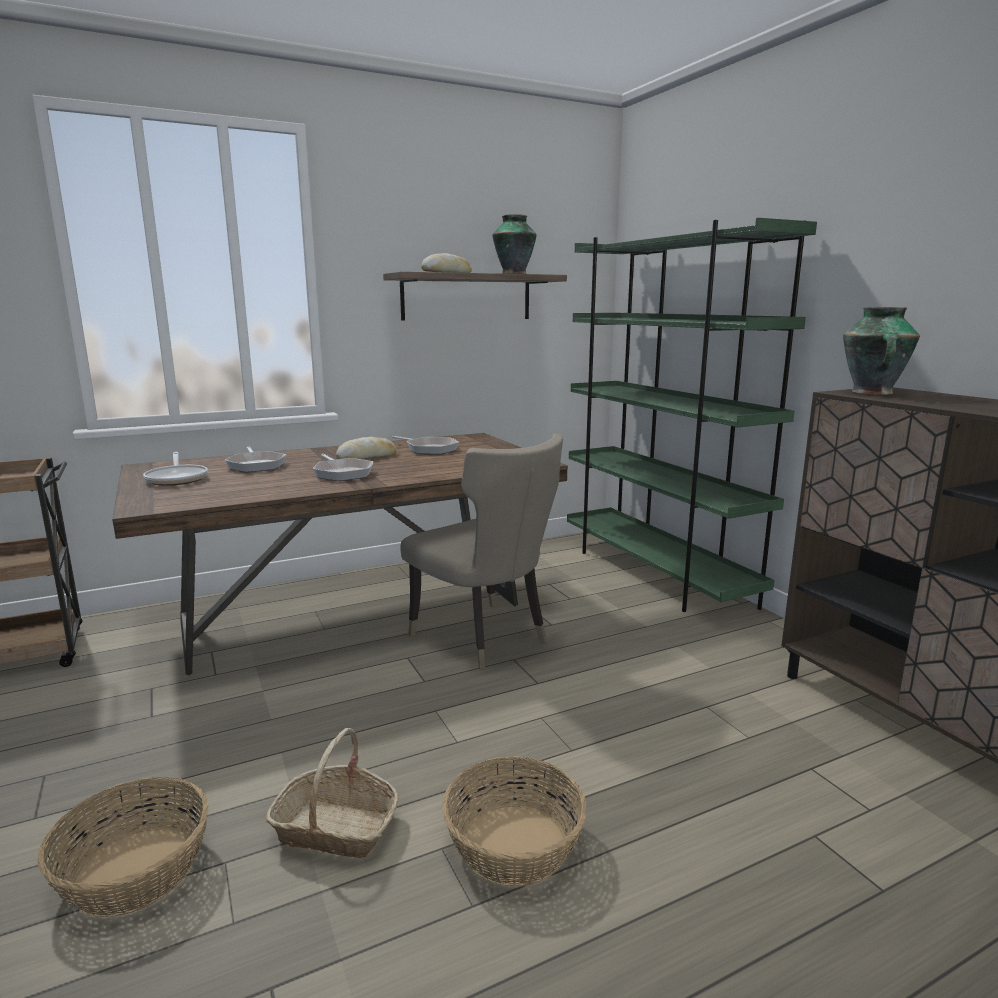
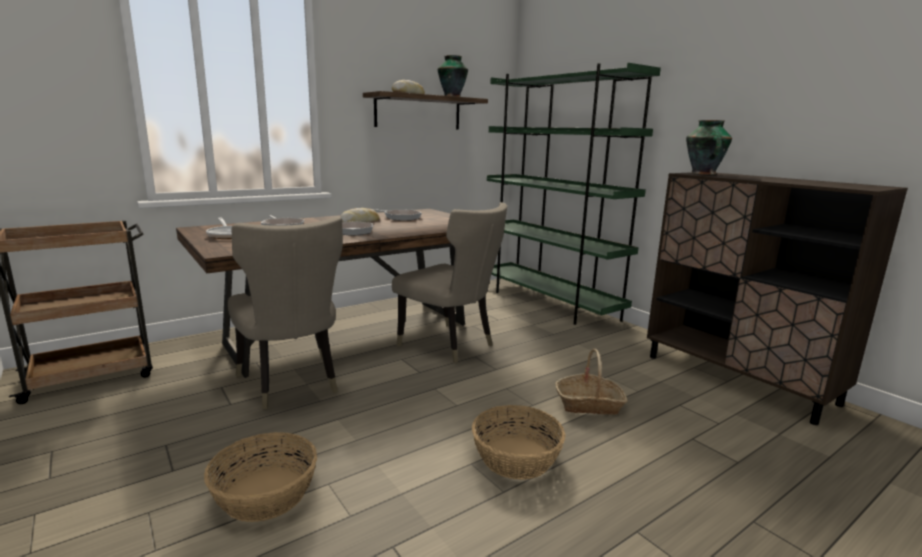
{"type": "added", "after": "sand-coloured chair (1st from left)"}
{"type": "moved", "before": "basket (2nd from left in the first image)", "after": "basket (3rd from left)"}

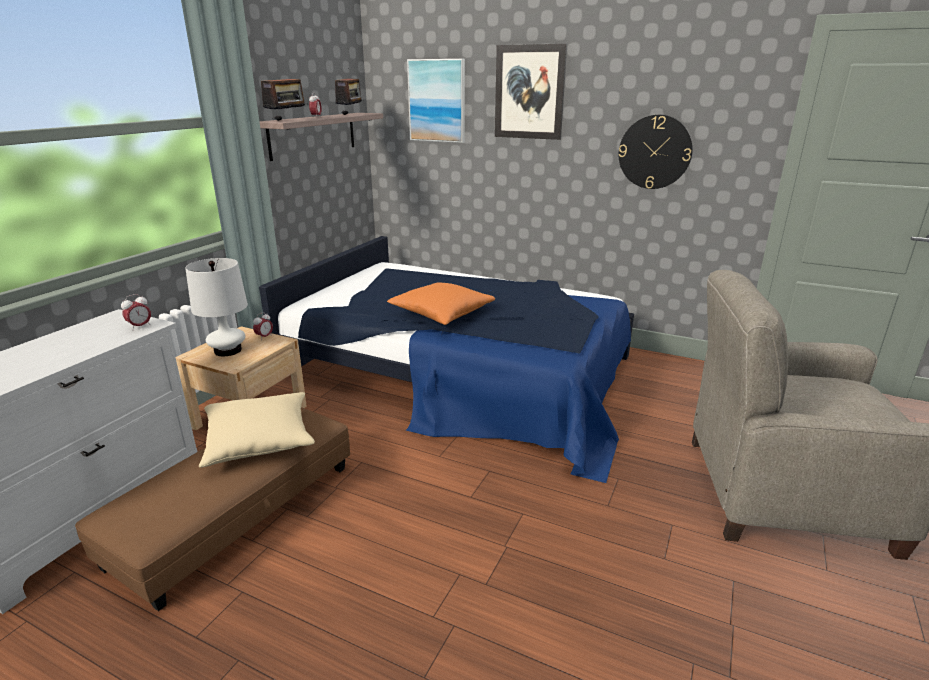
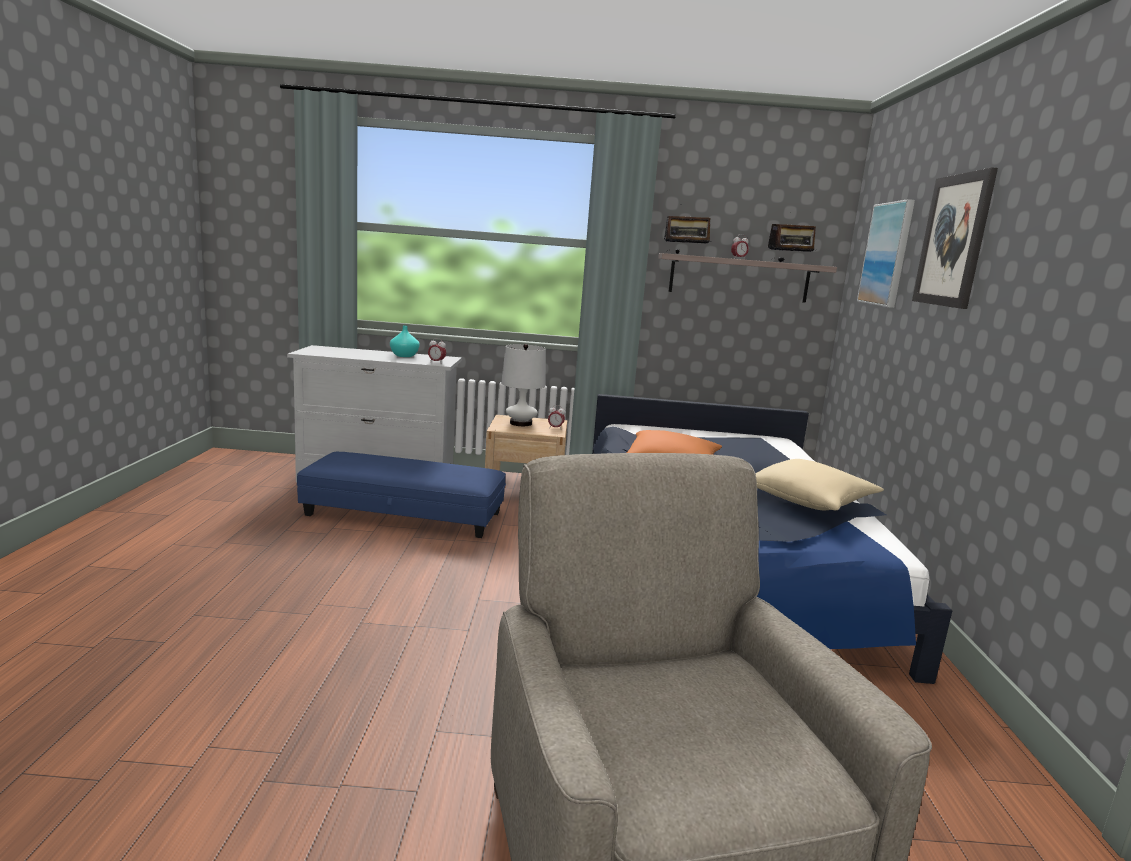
{"type": "removed", "before": "wall clock"}
{"type": "added", "after": "turquoise vase"}
{"type": "moved", "before": "sand-coloured pillow"}
{"type": "recoloured", "before": "brown-coloured ottoman", "after": "blue-coloured ottoman"}

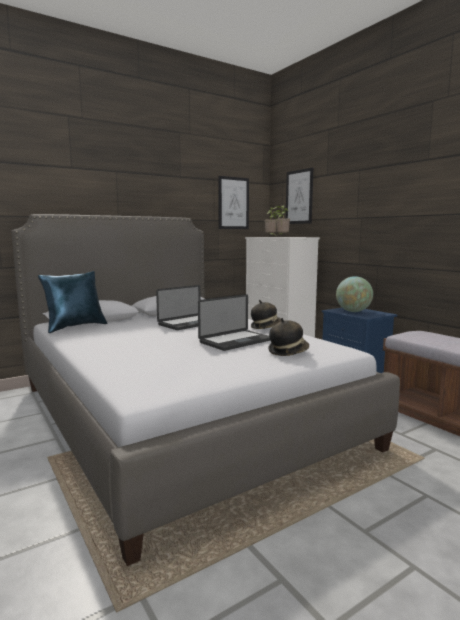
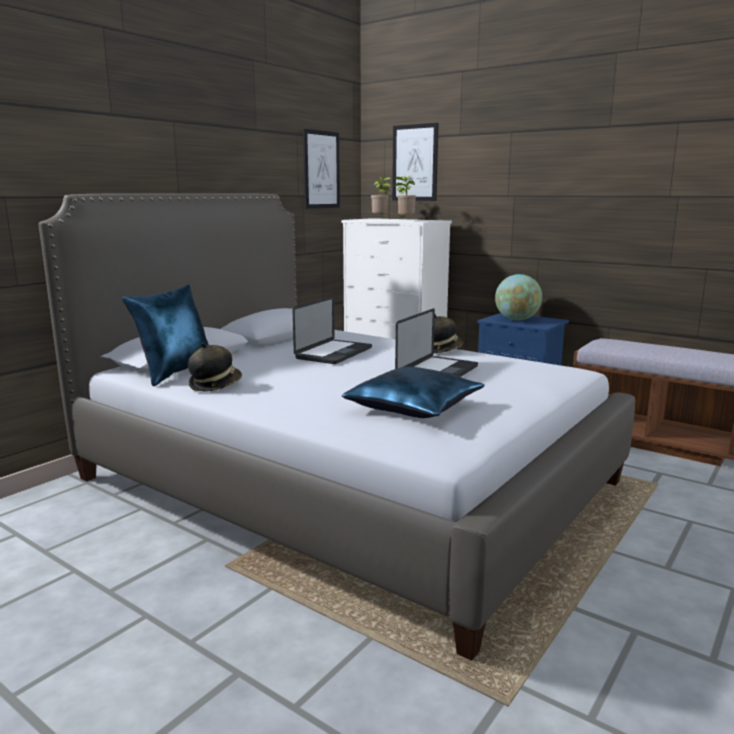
{"type": "added", "after": "blue-coloured pillow (2nd from left)"}
{"type": "moved", "before": "hat (2nd from left in the first image)", "after": "hat (1st from left)"}

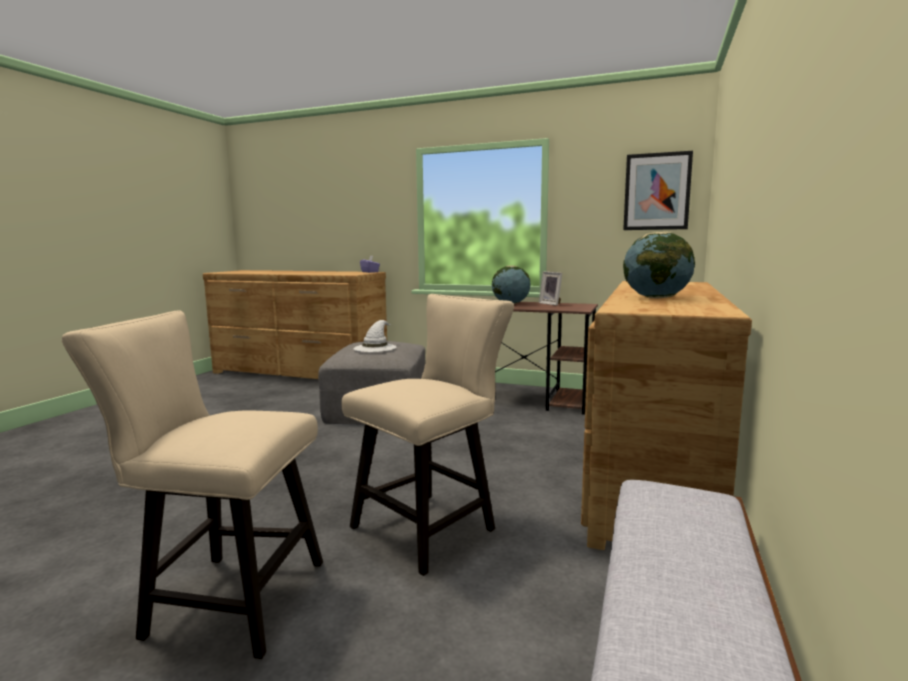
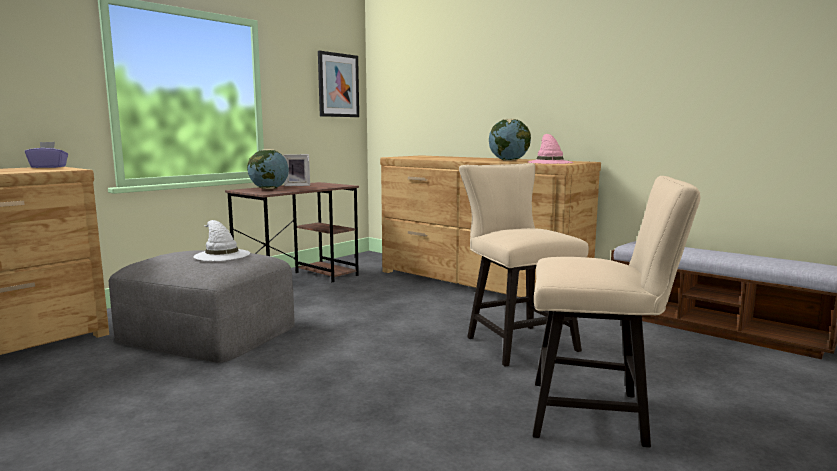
{"type": "added", "after": "pink-coloured hat"}
{"type": "turned", "before": "sand-coloured chair (1st from left in the first image)", "turn": -105}

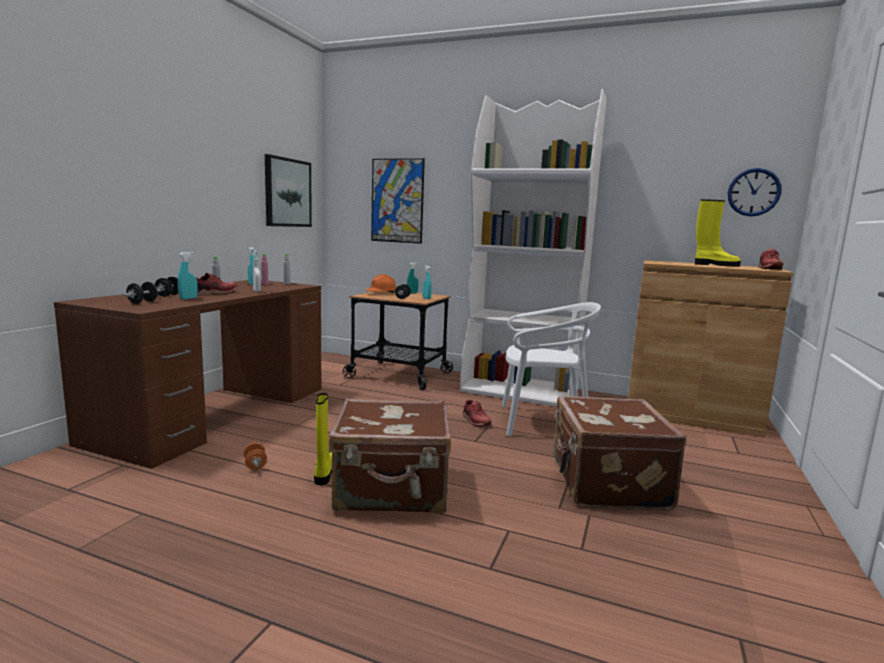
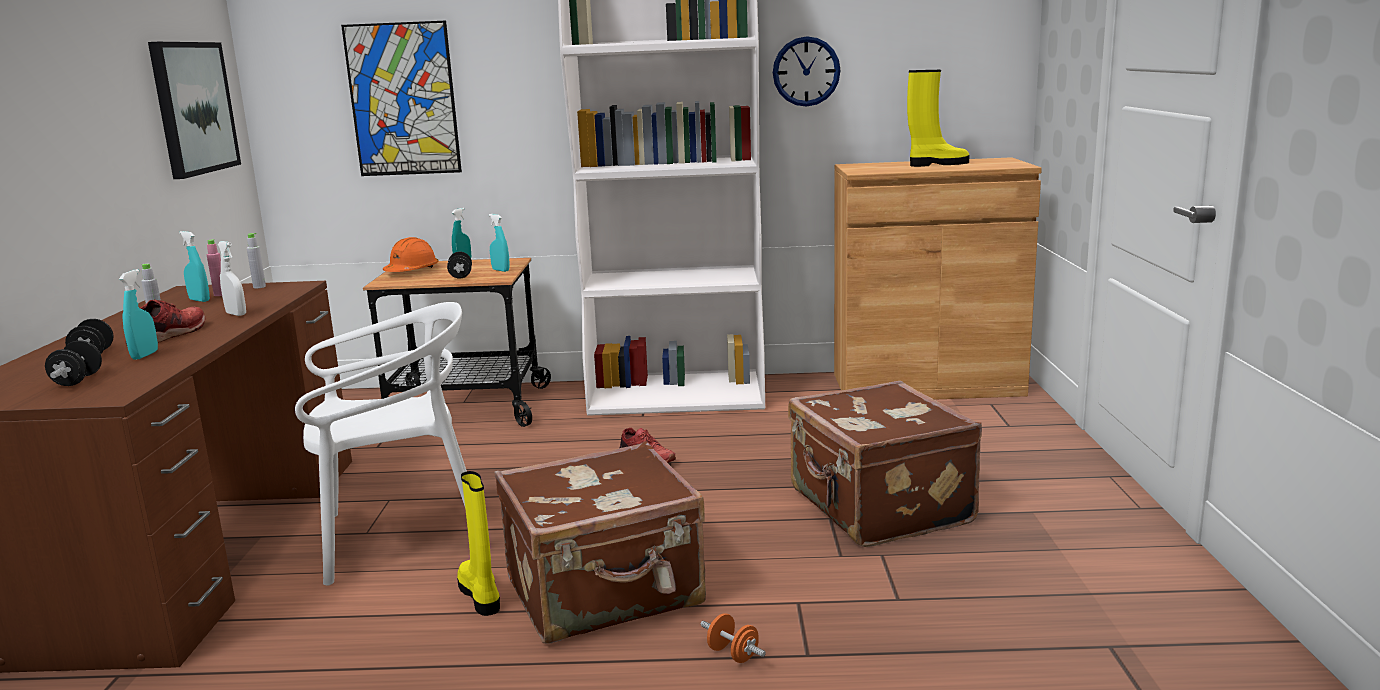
{"type": "removed", "before": "red-coloured shoe (3rd from left)"}
{"type": "moved", "before": "orangey dumbbell"}
{"type": "moved", "before": "white-coloured chair"}
{"type": "moved", "before": "wall clock"}

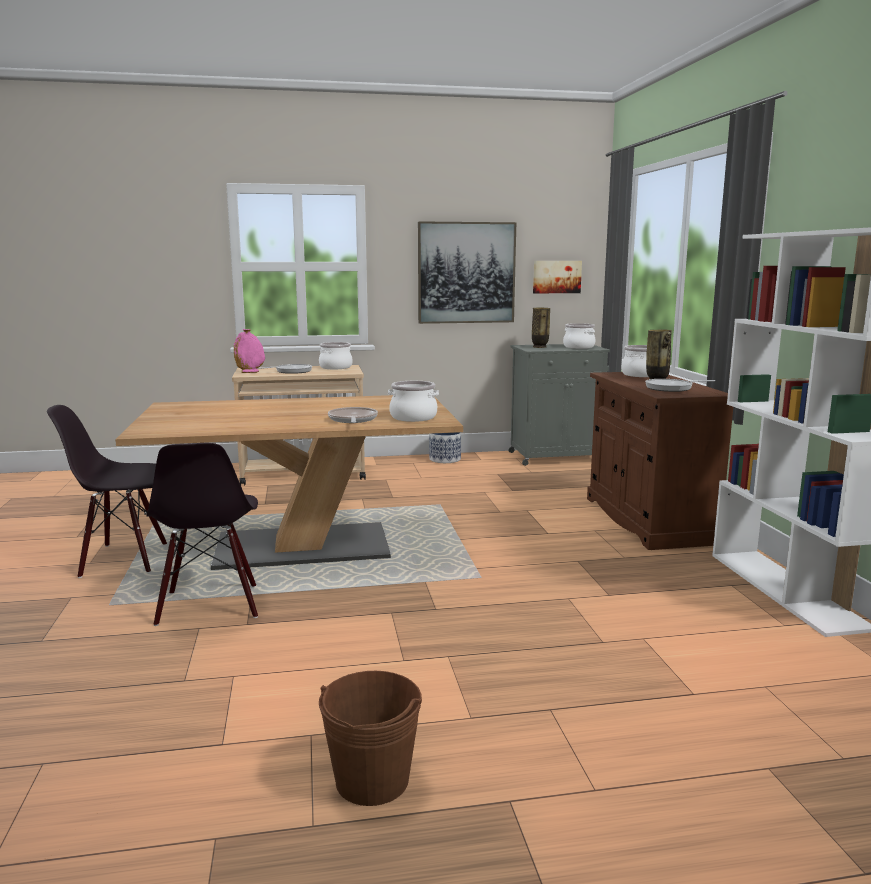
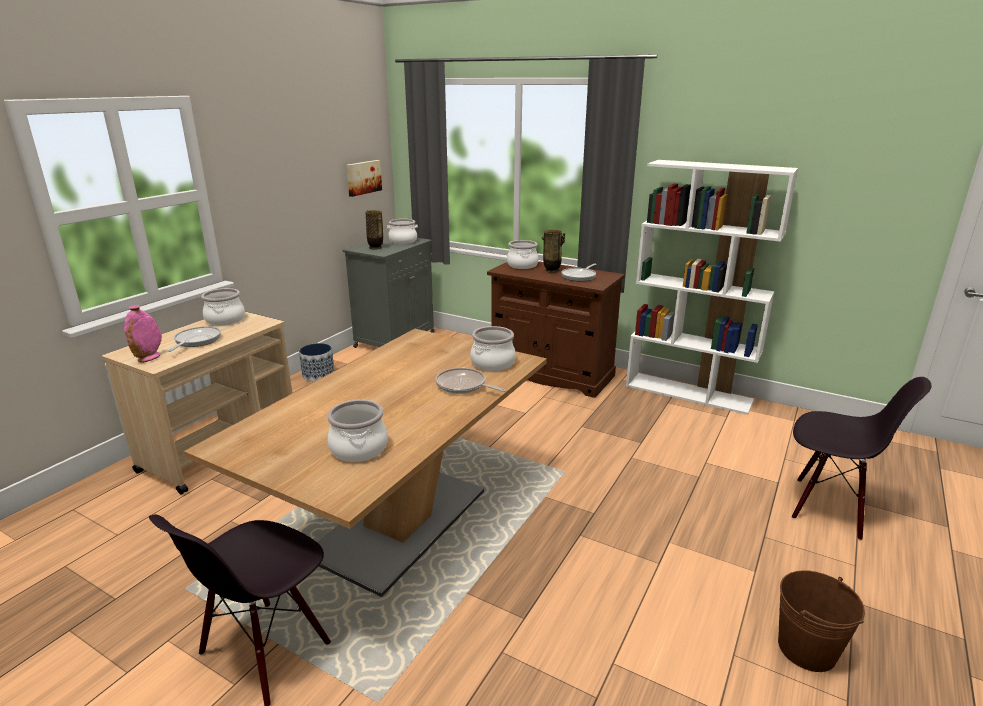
{"type": "removed", "before": "picture (1st from left)"}
{"type": "added", "after": "saucepot (2nd from left)"}
{"type": "moved", "before": "black-coloured chair (2nd from left)"}

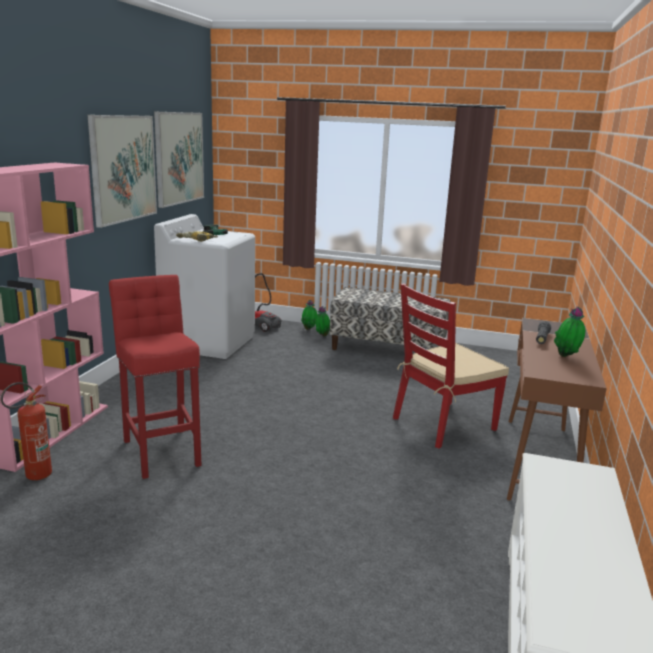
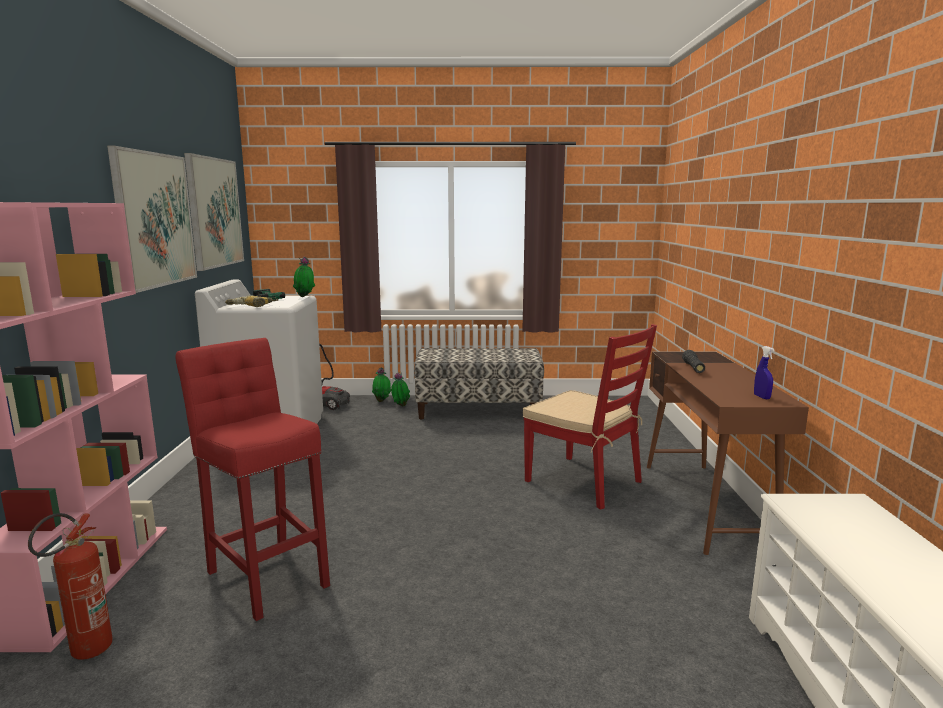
{"type": "added", "after": "blue-coloured hand sprayer"}
{"type": "moved", "before": "houseplant (3rd from left in the first image)", "after": "houseplant (1st from left)"}
{"type": "turned", "before": "red-coloured chair", "turn": -90}

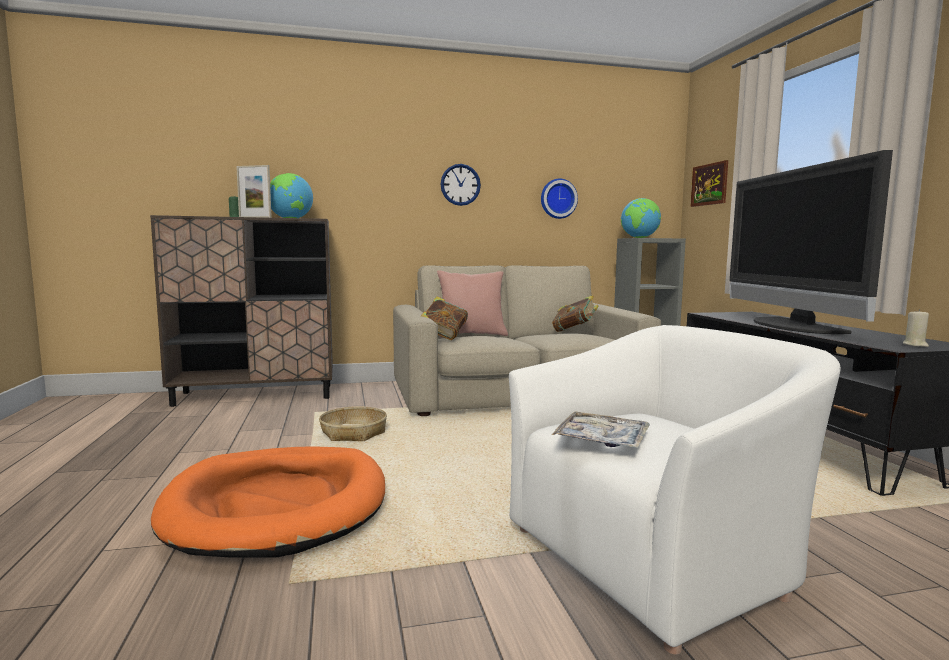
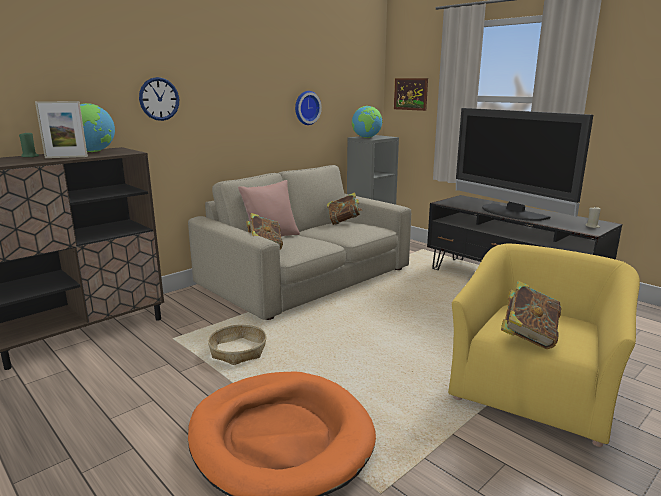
{"type": "moved", "before": "wall clock (1st from left)"}
{"type": "replaced", "before": "tray", "after": "bound book (3rd from left)"}
{"type": "recoloured", "before": "white-coloured easy chair", "after": "yellow-coloured easy chair"}

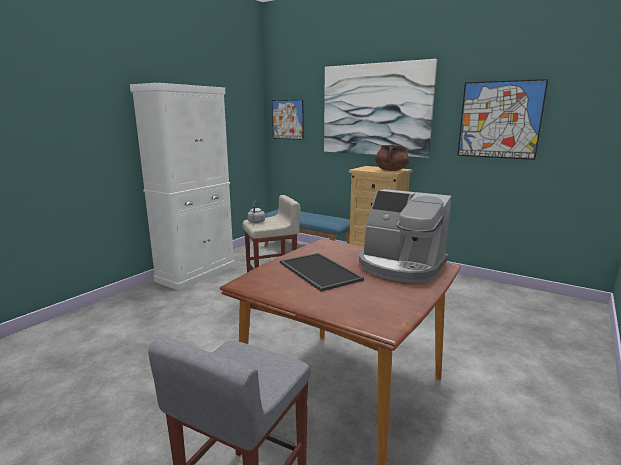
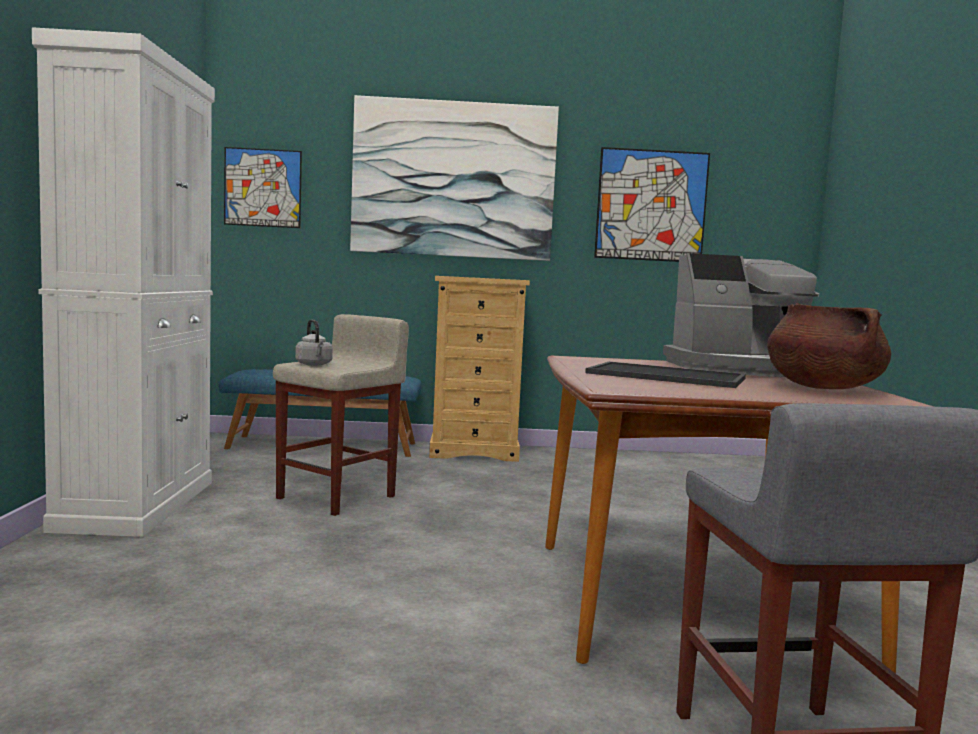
{"type": "moved", "before": "brown-coloured saucepot"}

